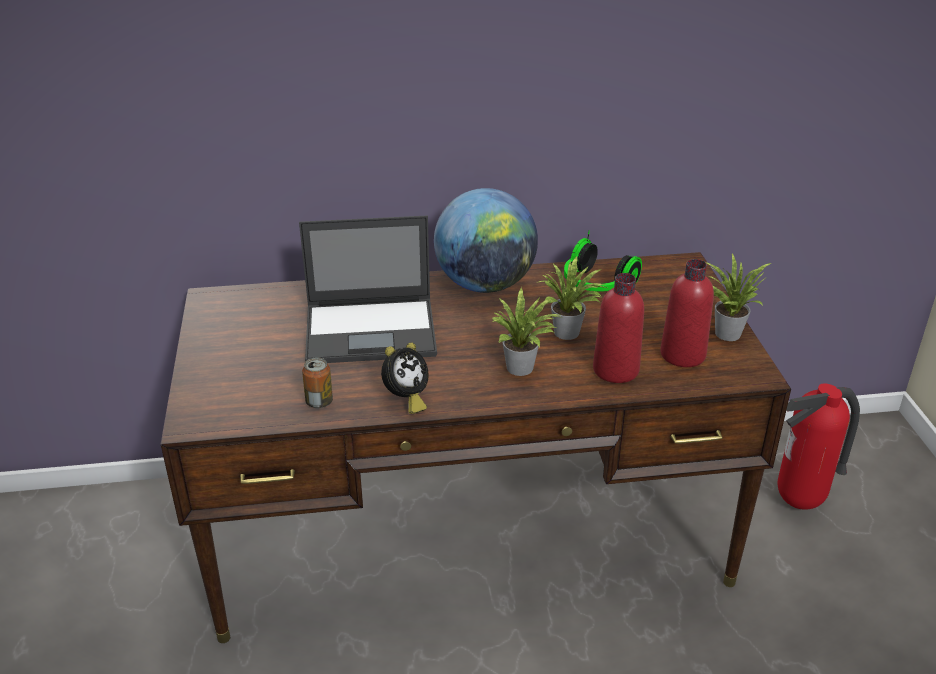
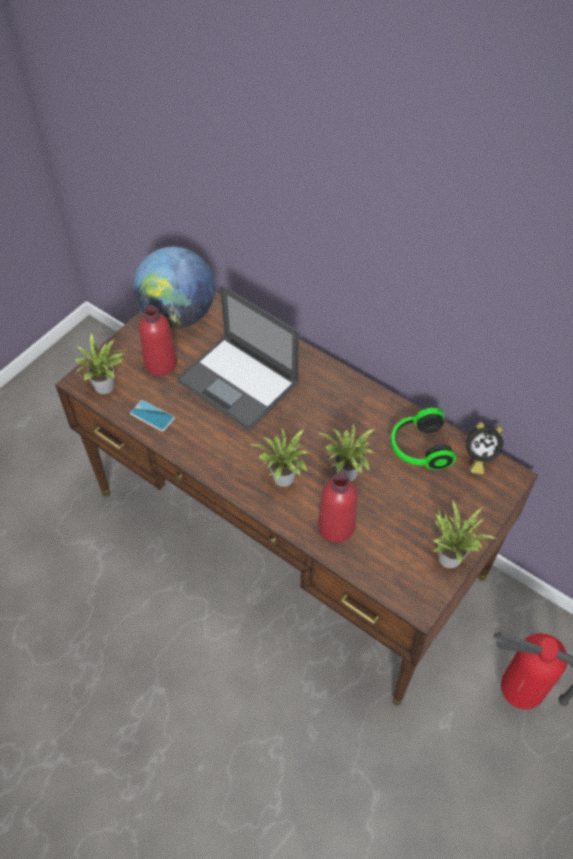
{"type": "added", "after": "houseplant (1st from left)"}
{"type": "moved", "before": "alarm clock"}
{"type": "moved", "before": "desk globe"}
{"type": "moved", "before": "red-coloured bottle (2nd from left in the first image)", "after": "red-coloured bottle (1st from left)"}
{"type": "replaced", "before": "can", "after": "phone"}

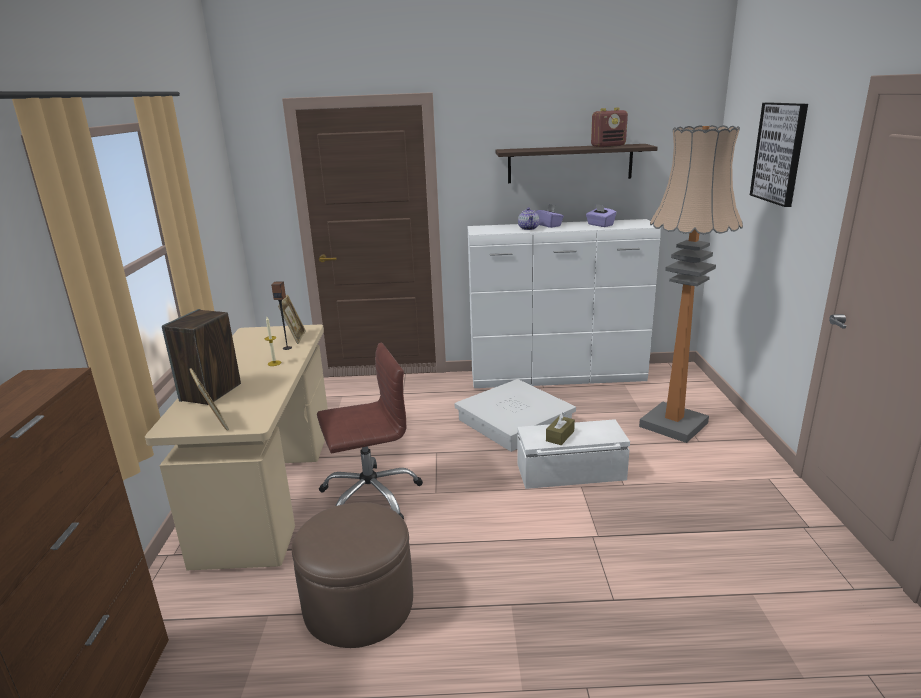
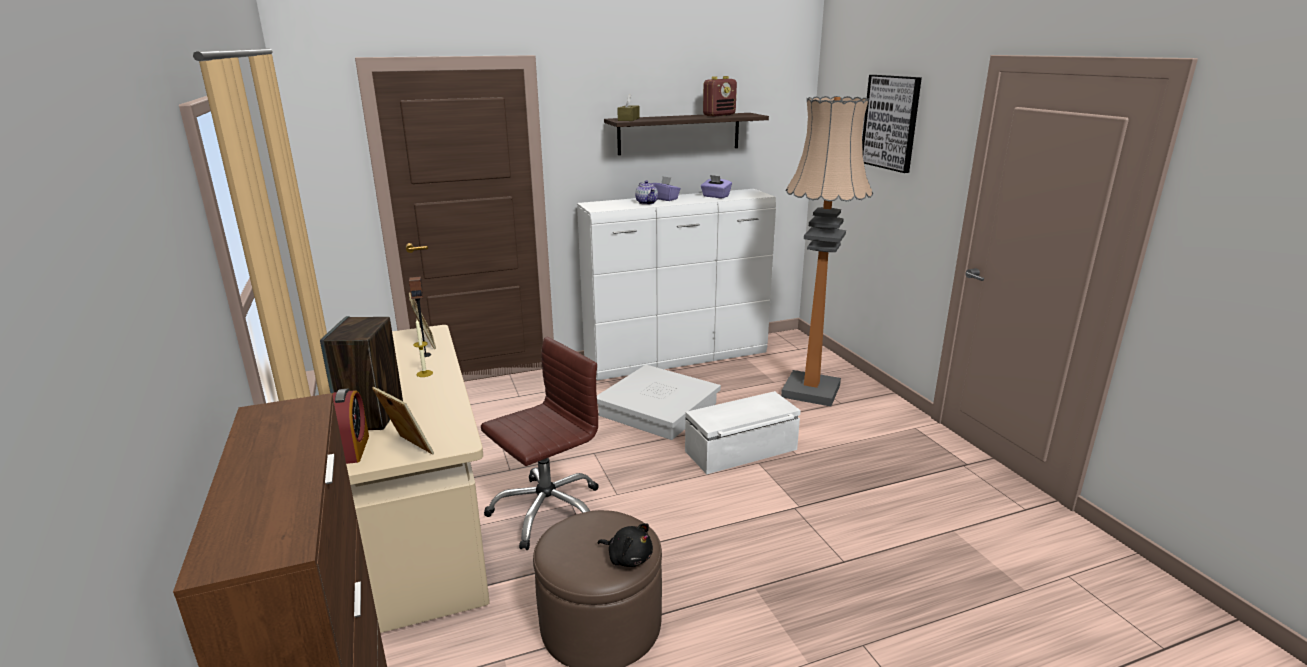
{"type": "added", "after": "alarm clock"}
{"type": "added", "after": "black-coloured soft toy"}
{"type": "moved", "before": "brown-coloured tissue box"}

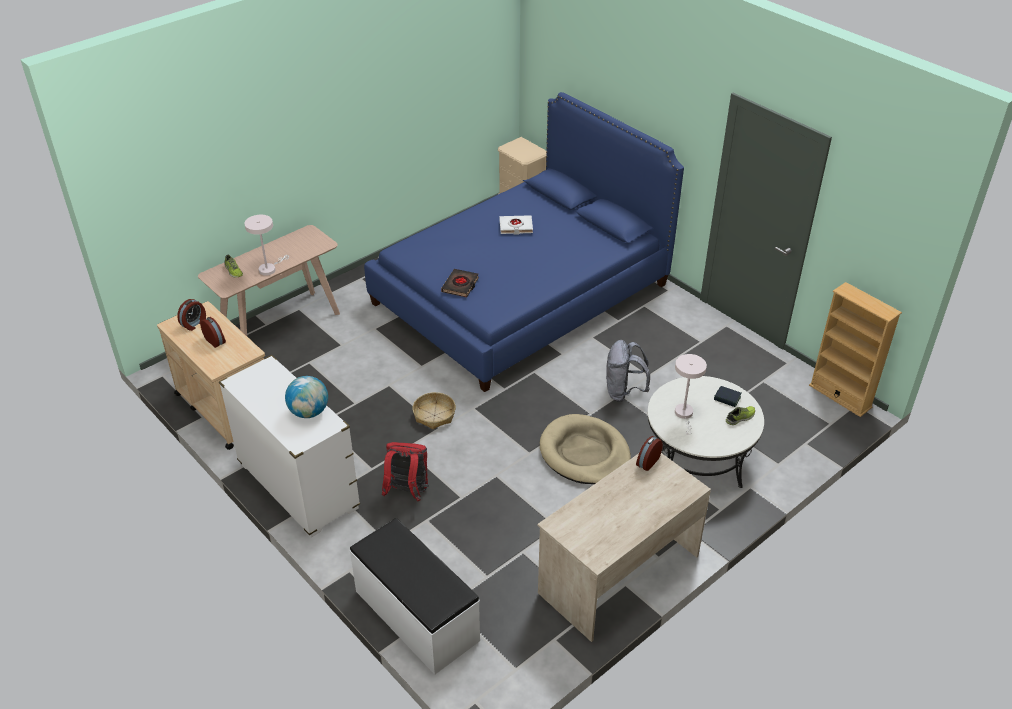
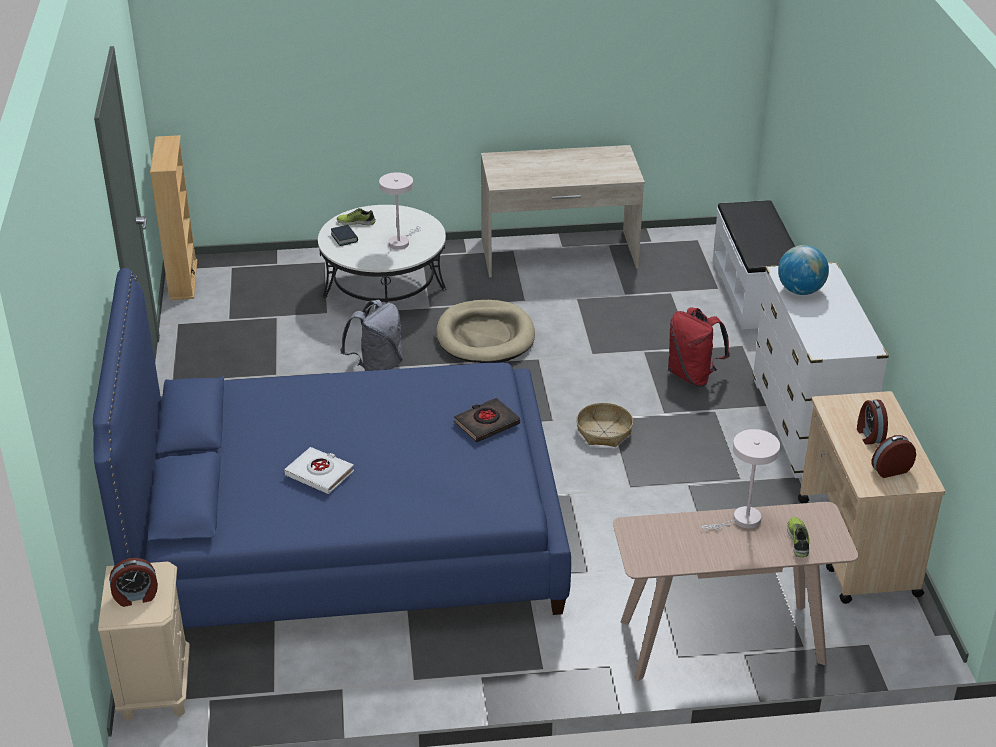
{"type": "moved", "before": "alarm clock (3rd from left in the first image)", "after": "alarm clock (1st from left)"}

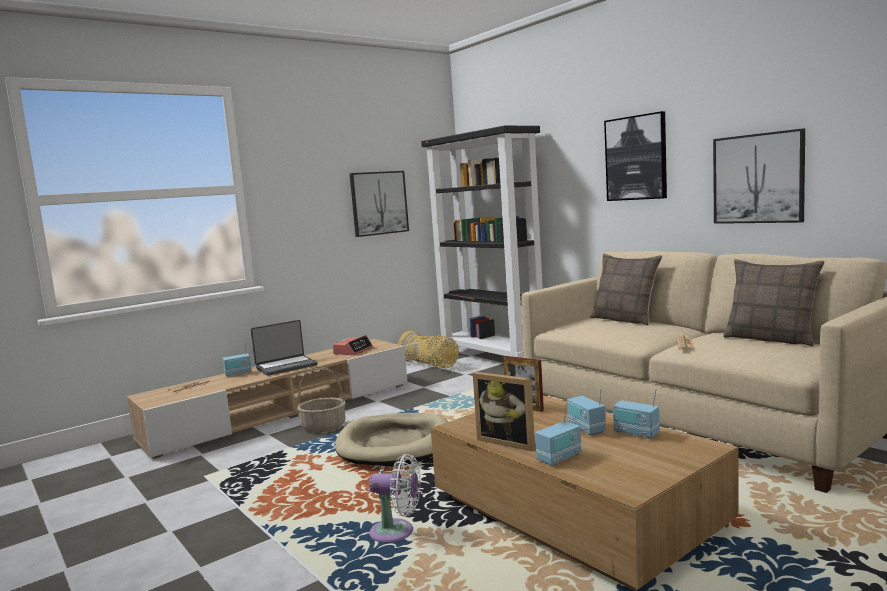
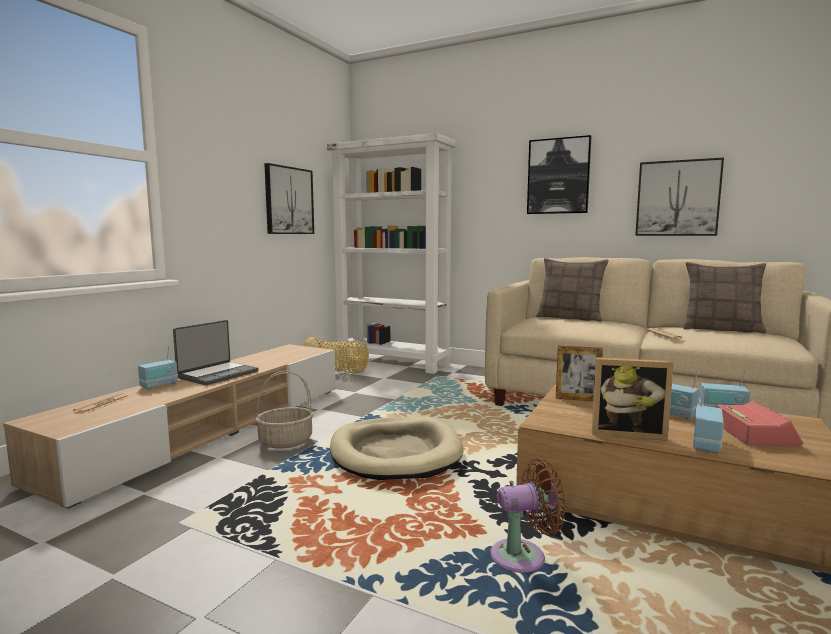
{"type": "moved", "before": "alarm clock"}
{"type": "recoloured", "before": "white-coloured fan", "after": "brown-coloured fan"}
{"type": "recoloured", "before": "black-coloured bookcase", "after": "white-coloured bookcase"}

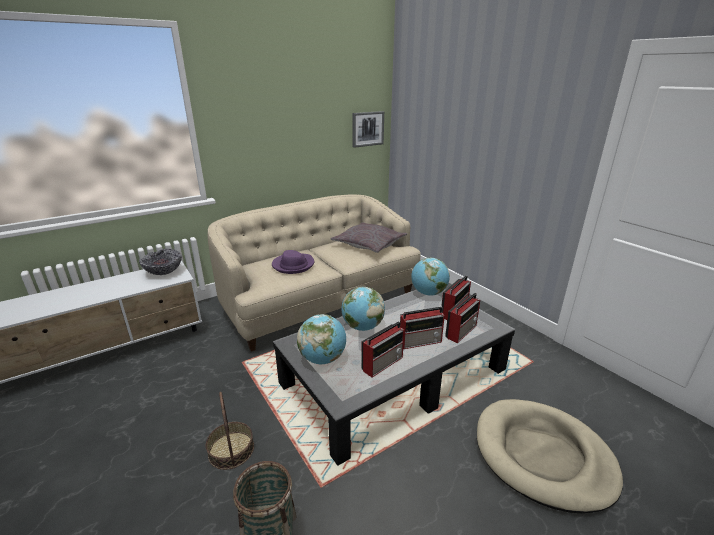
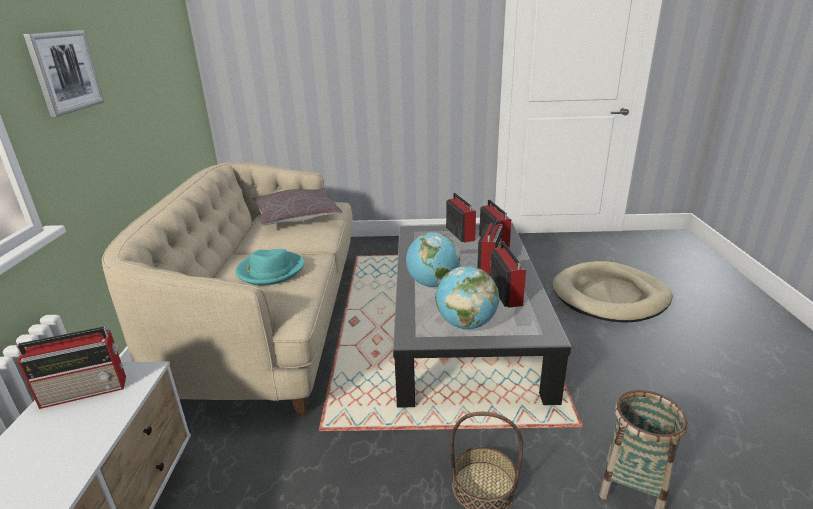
{"type": "removed", "before": "desk globe (3rd from left)"}
{"type": "moved", "before": "picture"}
{"type": "replaced", "before": "bowl", "after": "radio receiver (1st from left)"}
{"type": "recoloured", "before": "purple hat", "after": "turquoise hat"}

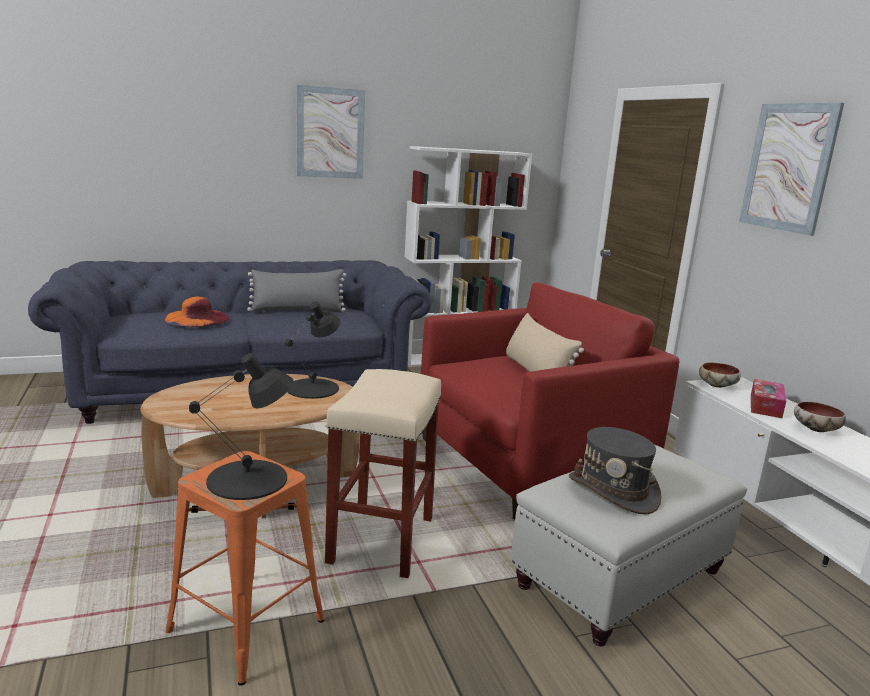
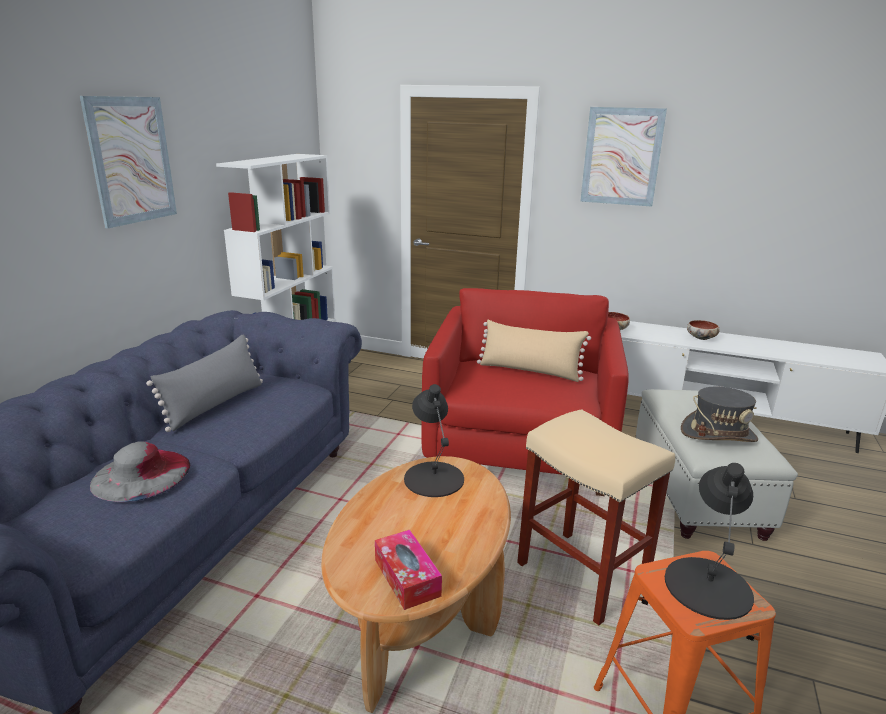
{"type": "moved", "before": "tissue box"}
{"type": "recoloured", "before": "orangey hat", "after": "gray hat (1st from left)"}

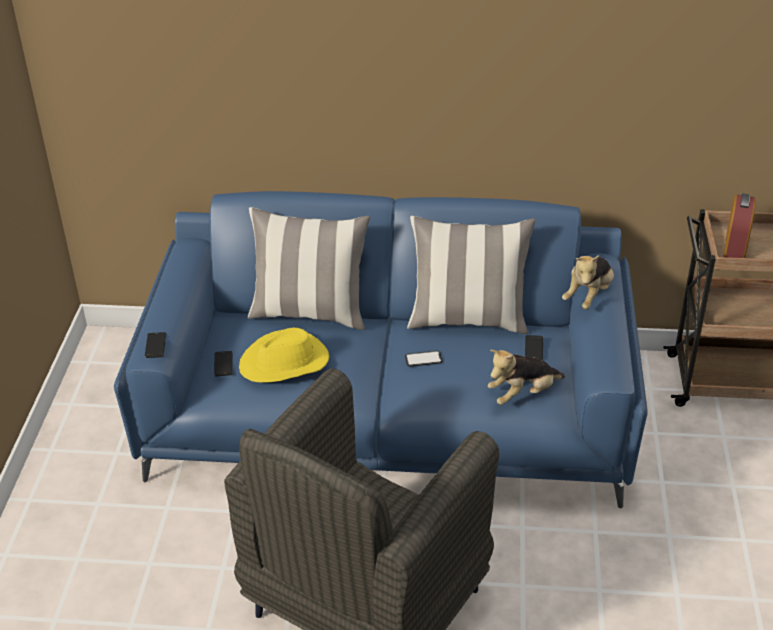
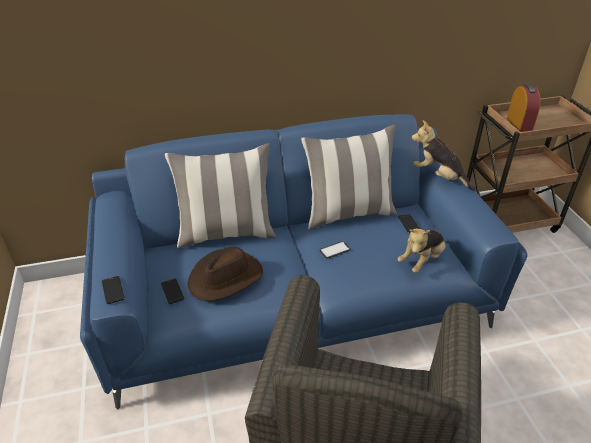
{"type": "recoloured", "before": "yellow-coloured hat", "after": "brown-coloured hat"}
{"type": "turned", "before": "soft toy (2nd from left)", "turn": 120}

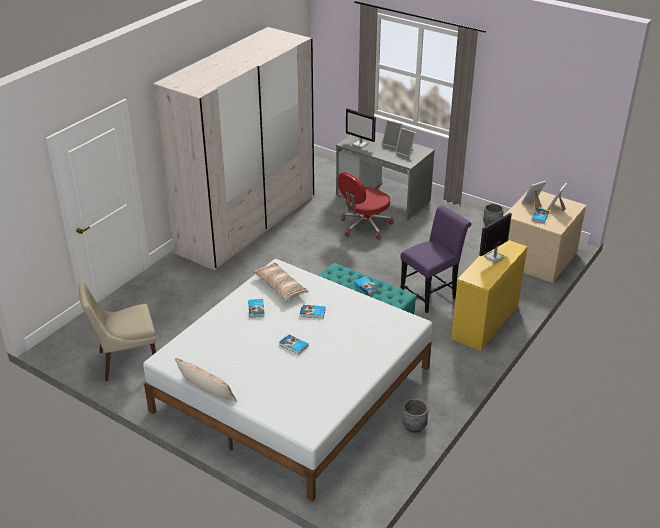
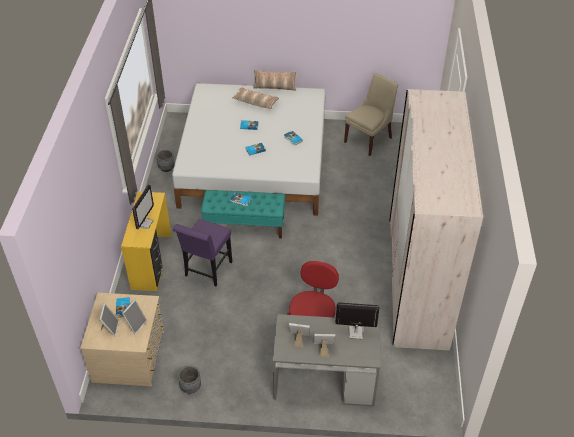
{"type": "moved", "before": "pillow (2nd from left in the first image)", "after": "pillow (1st from left)"}

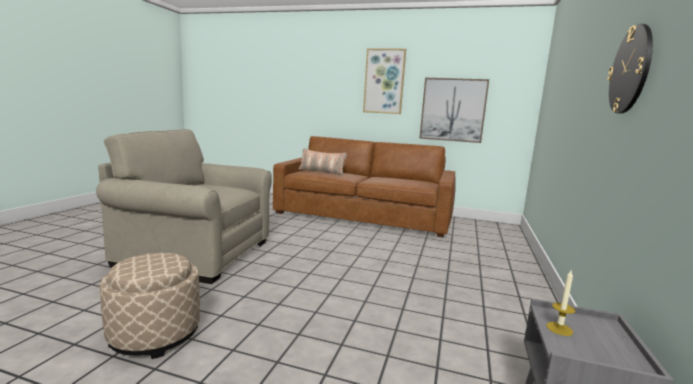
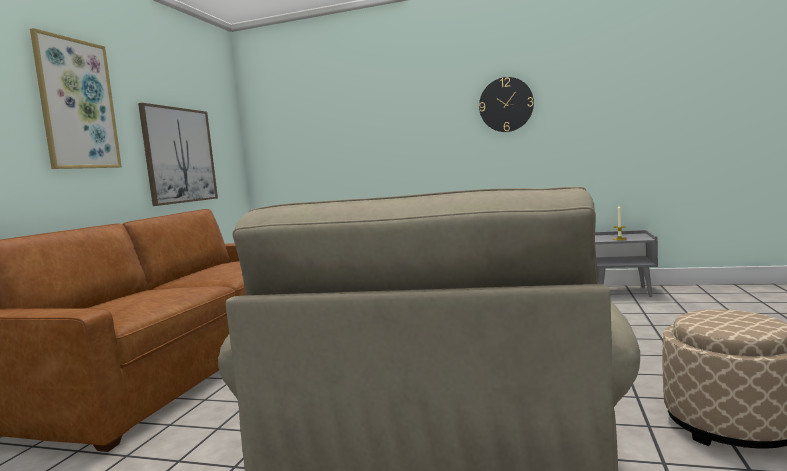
{"type": "removed", "before": "pillow"}

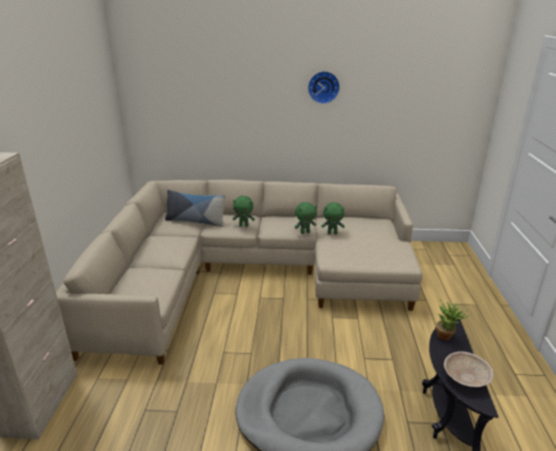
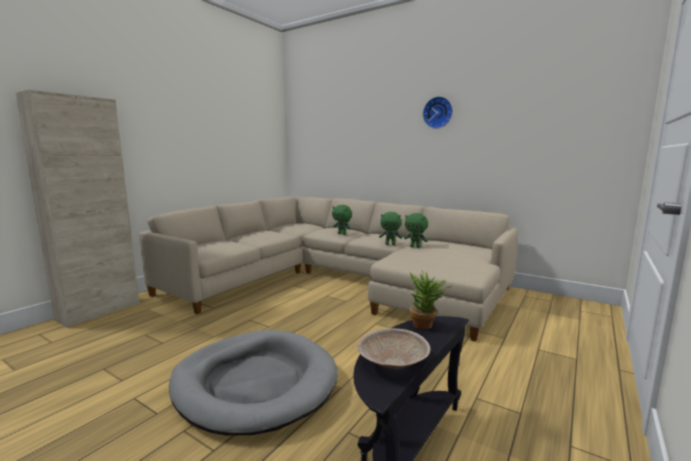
{"type": "removed", "before": "pillow"}

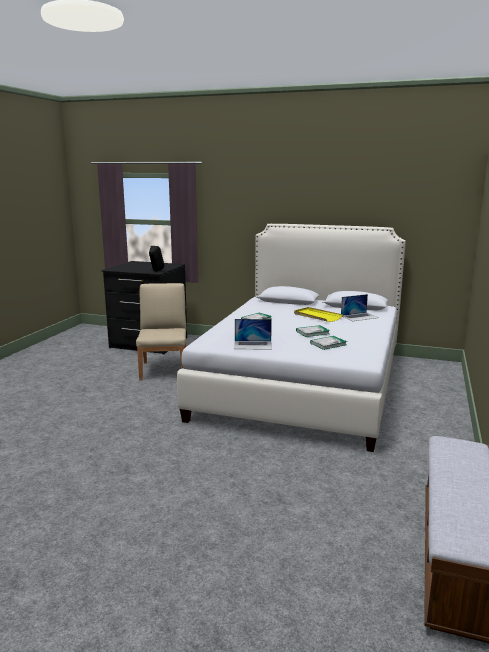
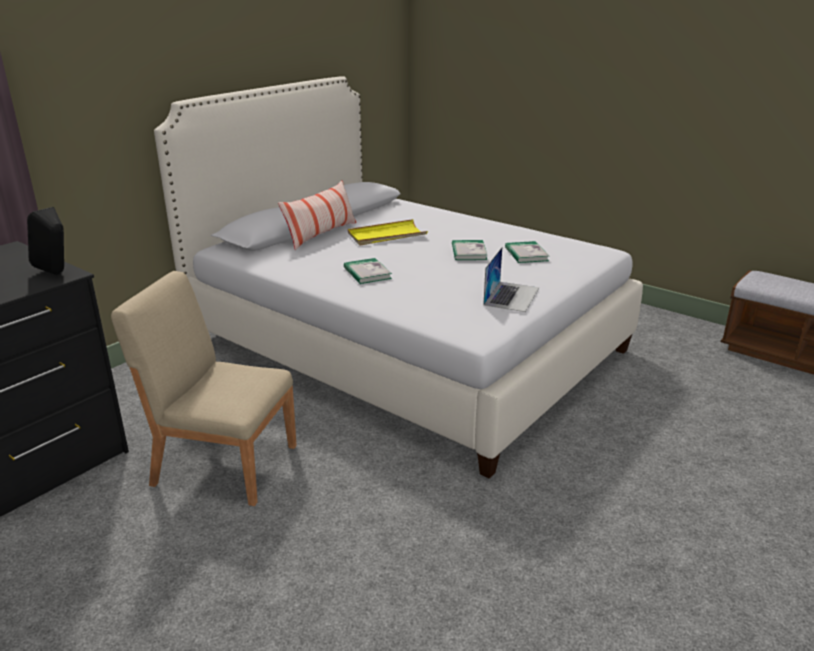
{"type": "removed", "before": "laptop (2nd from left)"}
{"type": "added", "after": "pillow"}

